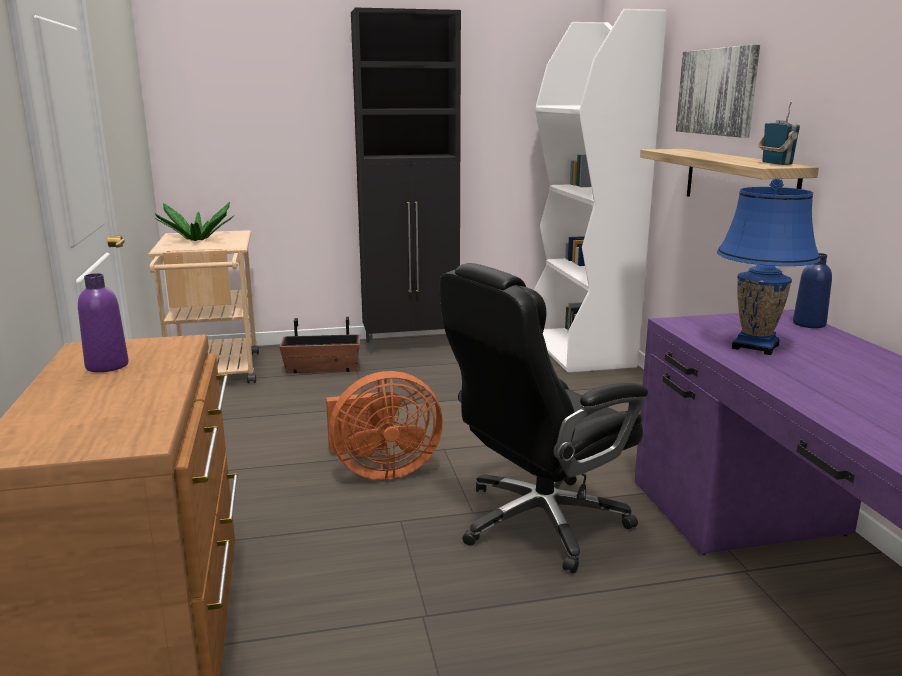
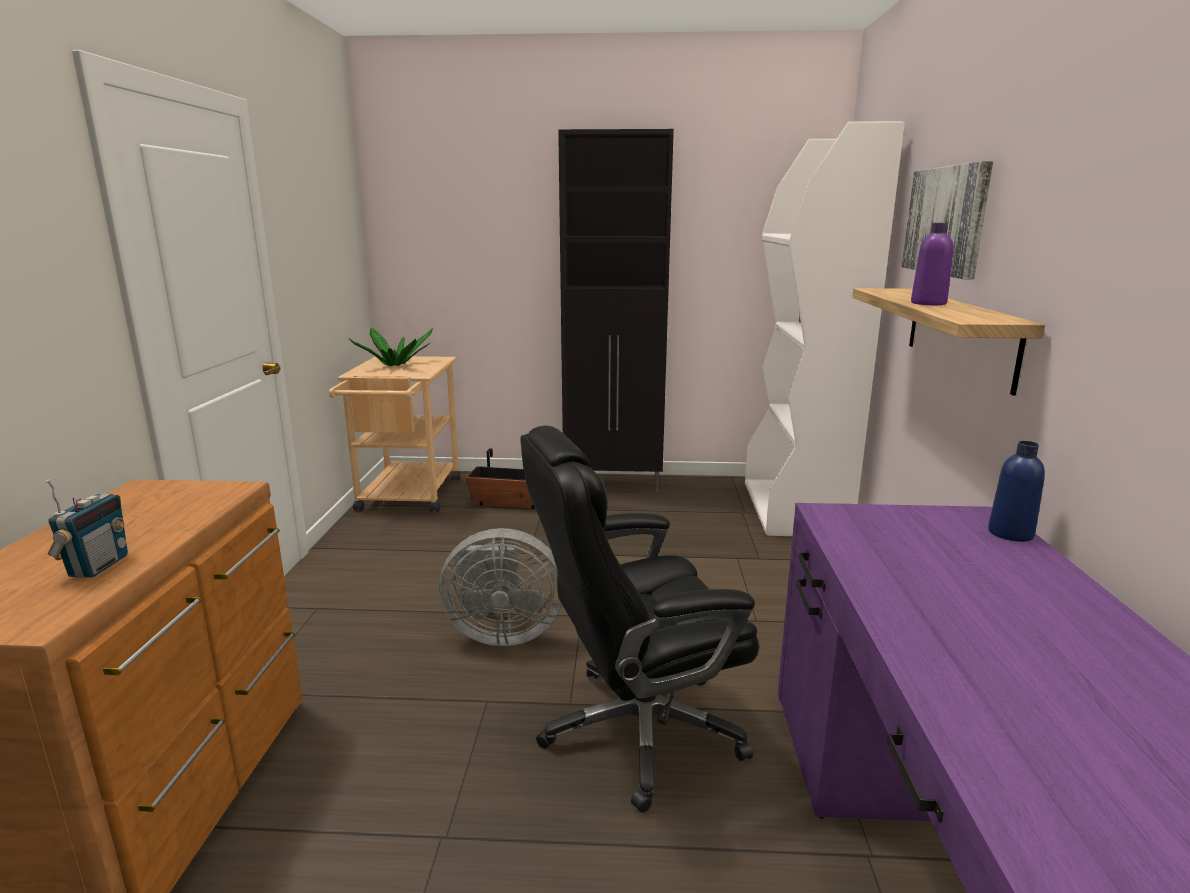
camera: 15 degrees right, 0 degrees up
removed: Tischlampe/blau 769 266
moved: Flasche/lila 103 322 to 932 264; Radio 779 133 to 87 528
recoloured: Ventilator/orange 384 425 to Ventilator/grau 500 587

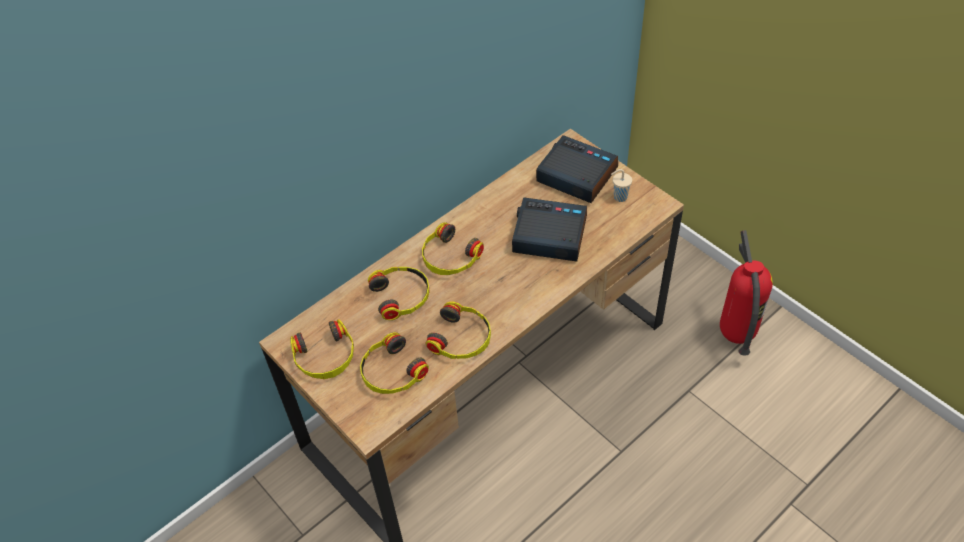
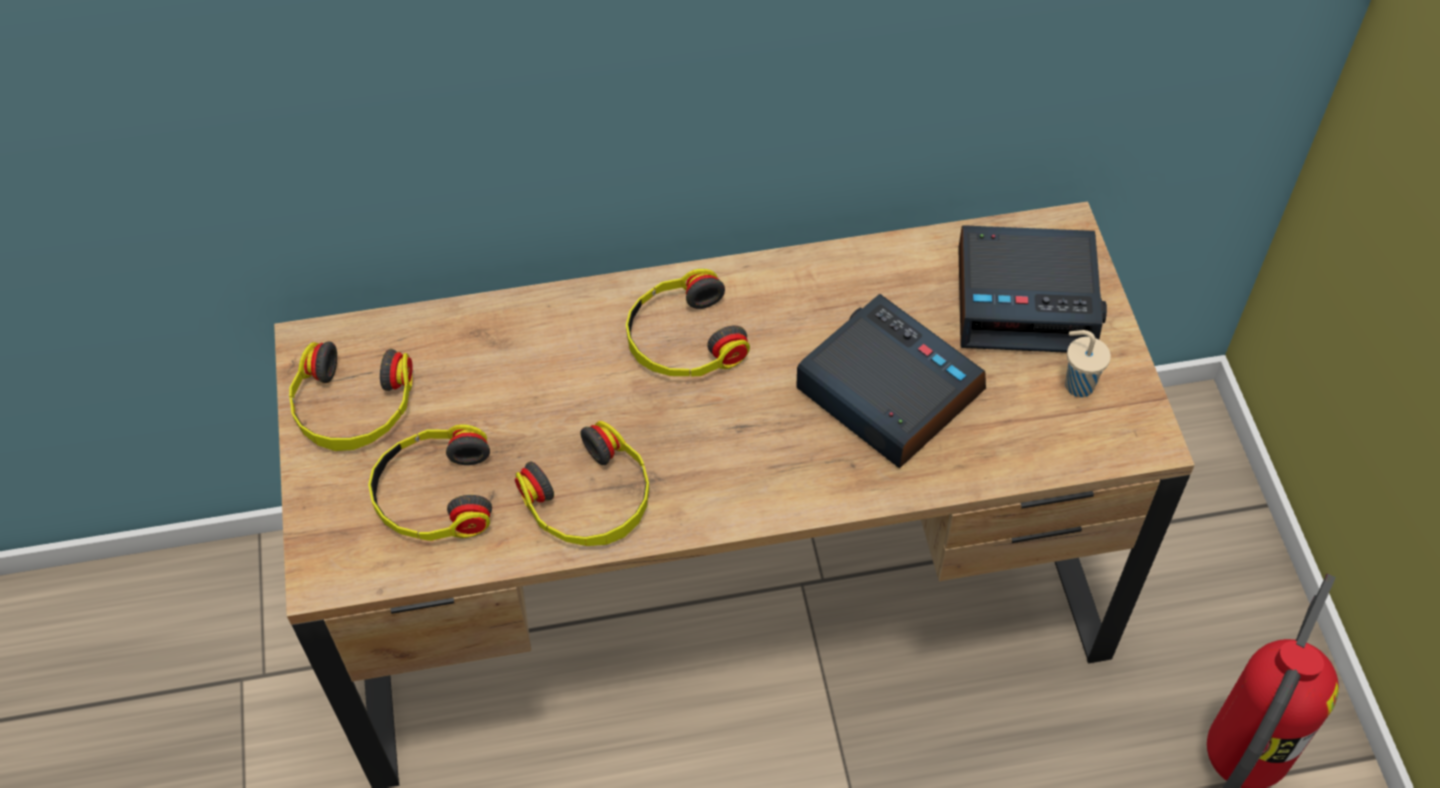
camera: 30 degrees right, 5 degrees up
removed: Kopfhörer 399 293
turned: Wecker 577 169 = 1032 289 120 degrees clockwise

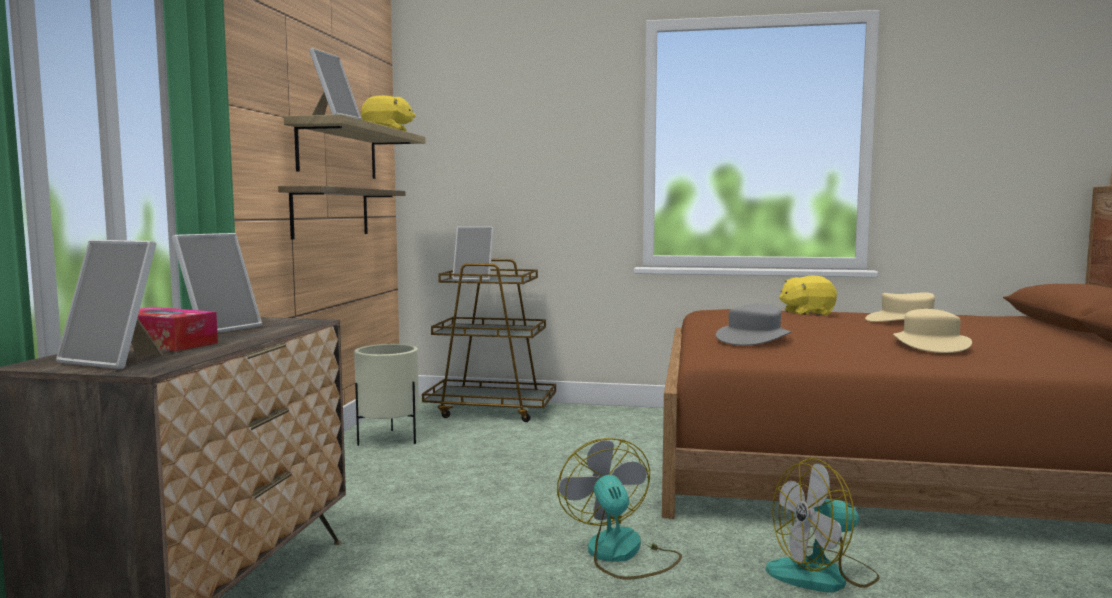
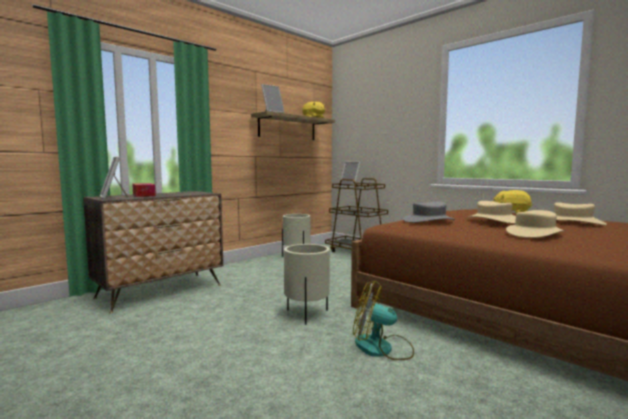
camera: 35 degrees right, 0 degrees up
removed: Bilderrahmen 217 283; Wandregal 341 213
added: Hut/beige 492 212
replaced: Ventilator 619 508 to Pflanzkübel/beige 307 284

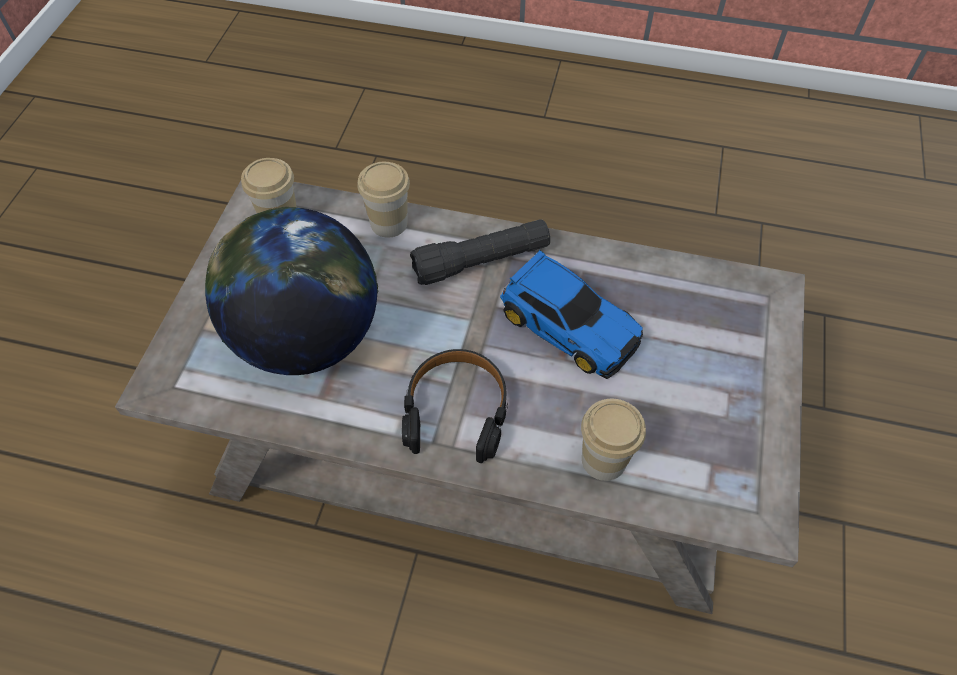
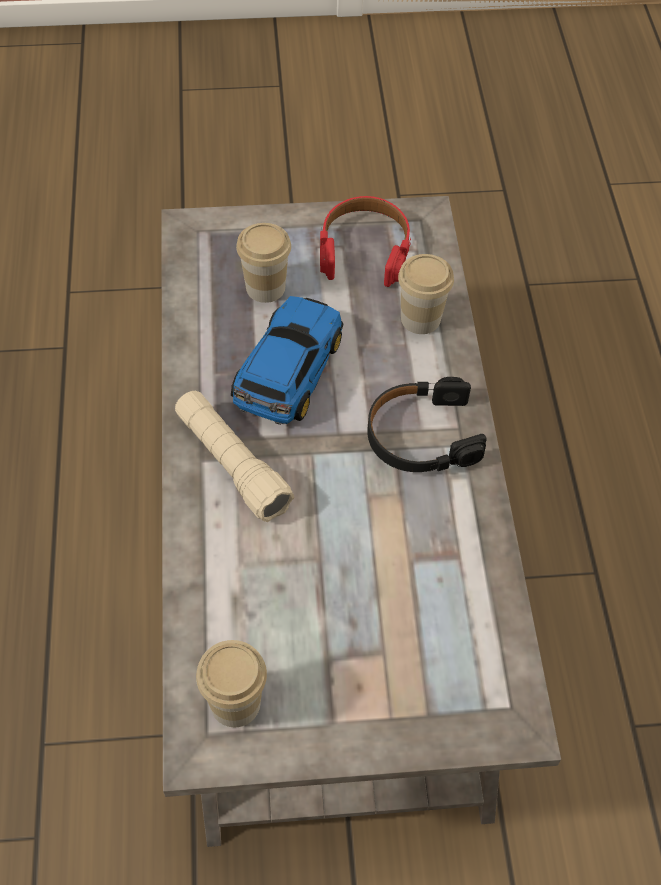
camera: 110 degrees left, 0 degrees up
removed: Globus 291 291
added: Kopfhörer/rot 365 241
moved: Tasse 383 200 to 263 263
recoloured: Taschenlampe/schwarz 480 252 to Taschenlampe/beige 234 456

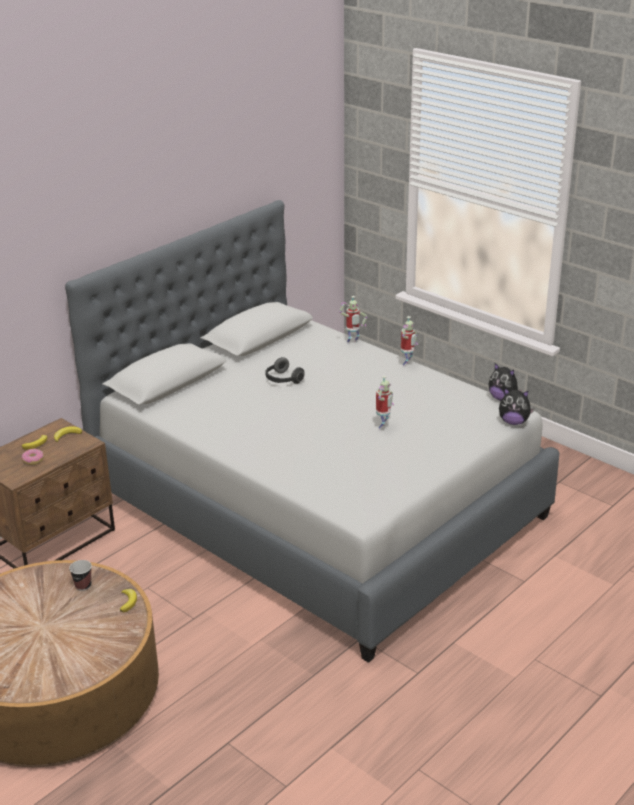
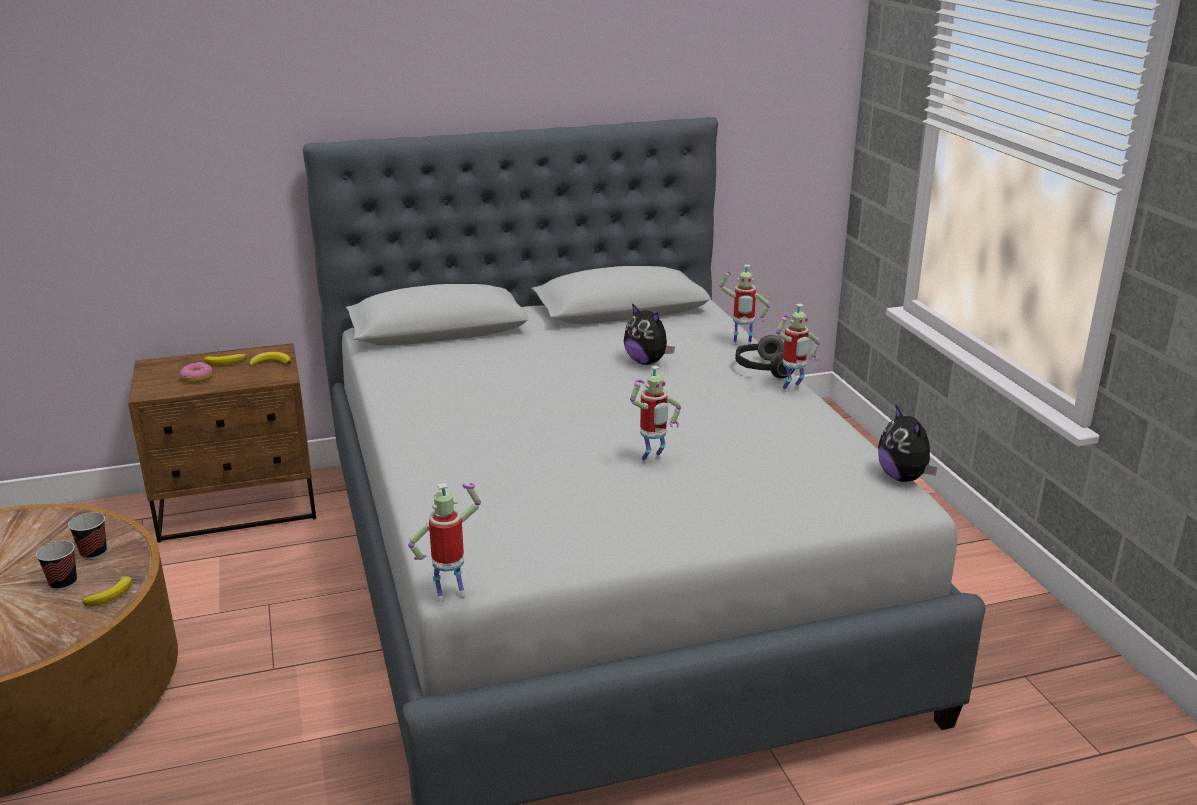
camera: 30 degrees right, 5 degrees down
added: Tasse 56 565; Spielzeugroboter 444 542
moved: Kopfhörer 285 370 to 765 356; Plüschtier 516 406 to 649 334

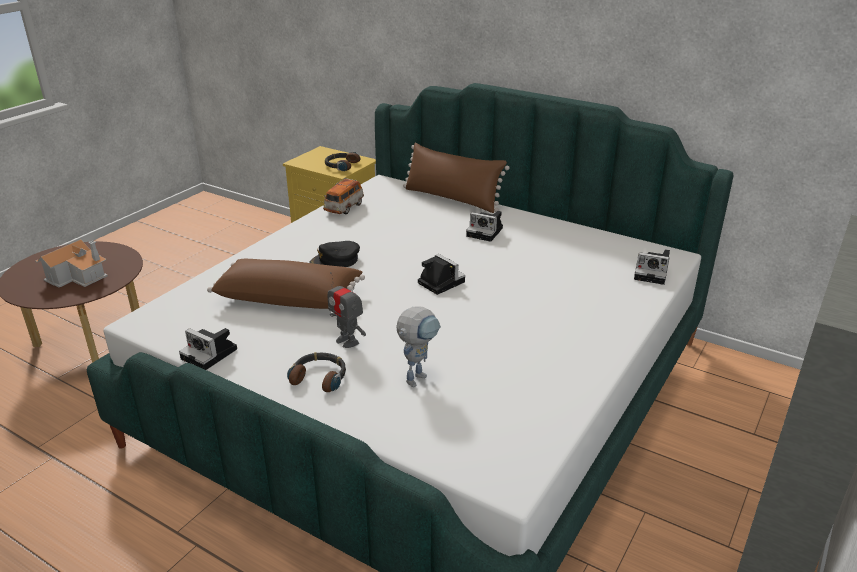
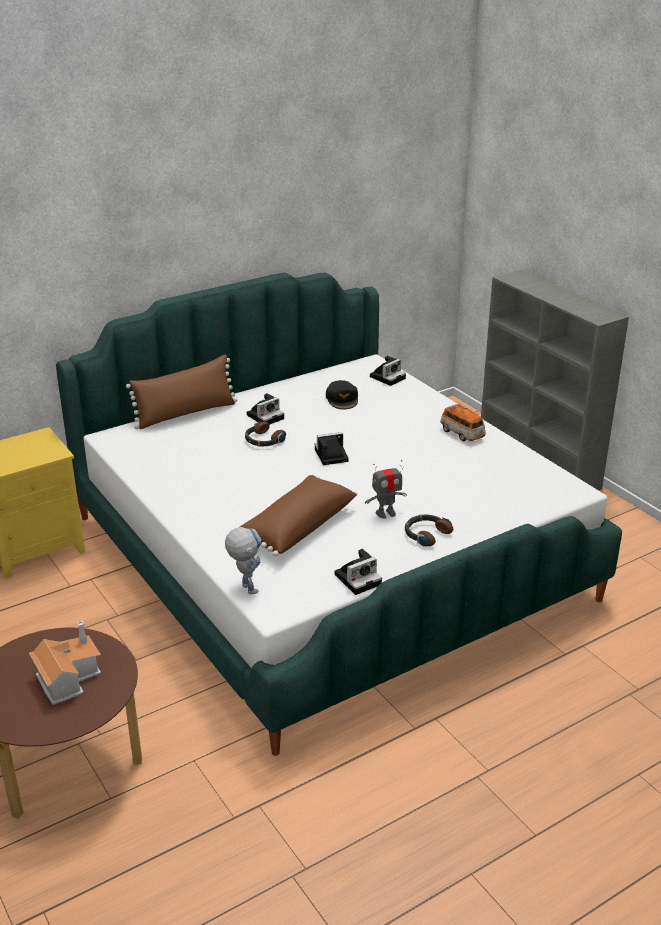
camera: 65 degrees left, 0 degrees up
moved: Kappe/schwarz 334 254 to 342 395; Spielzeugauto 343 196 to 463 422; Kopfhörer 342 162 to 265 434; Spielzeugroboter 418 346 to 243 560

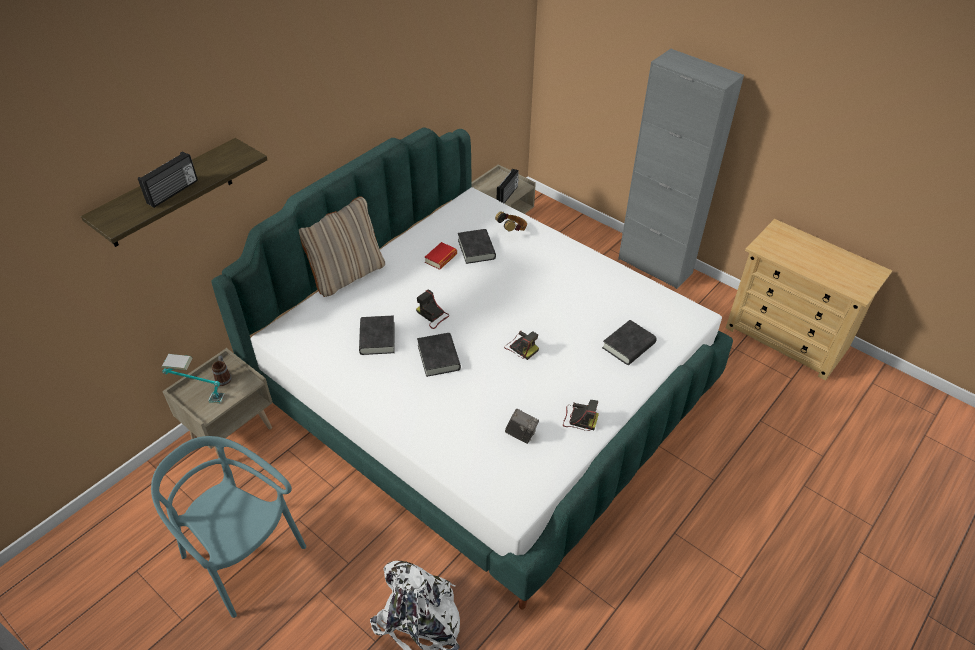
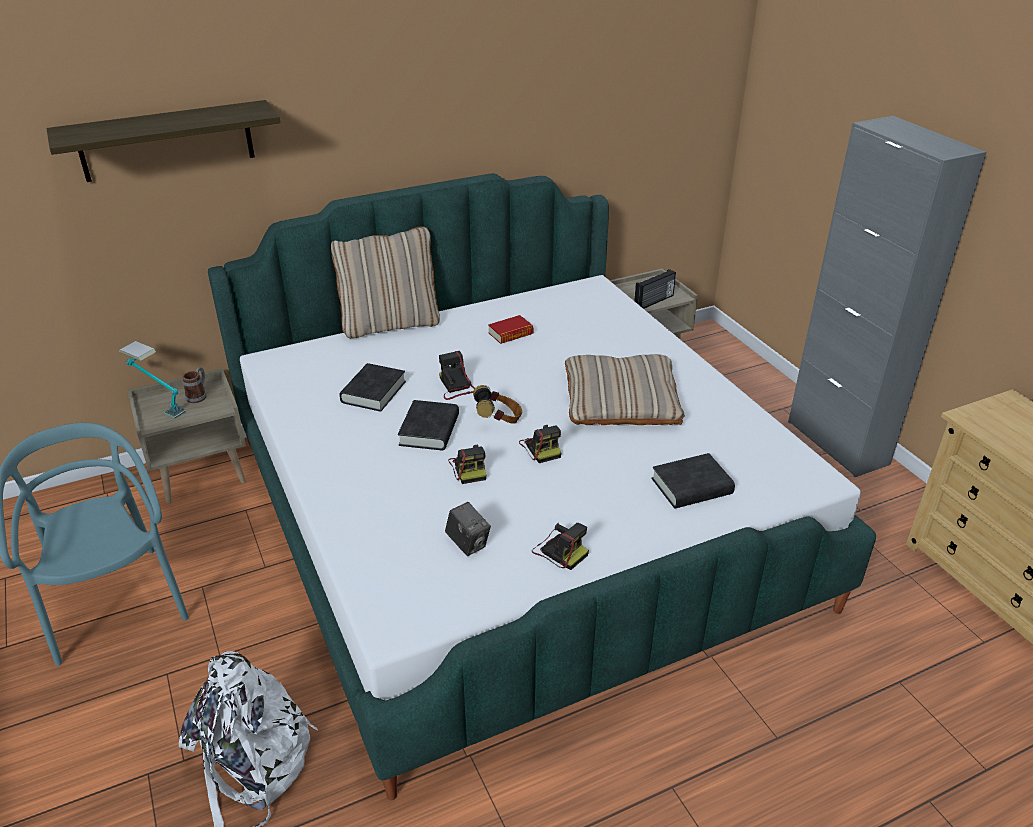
camera: 25 degrees right, 10 degrees down
removed: Radio 168 179; Buch/schwarz 477 246
added: Kamera 467 464; Kissen/beige 625 389
moved: Kopfhörer 511 221 to 497 404

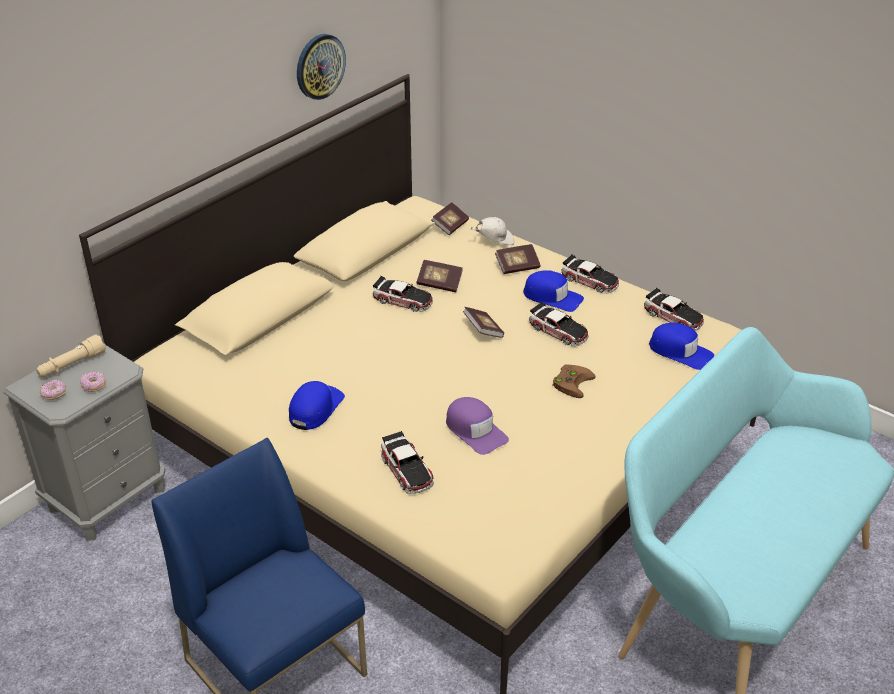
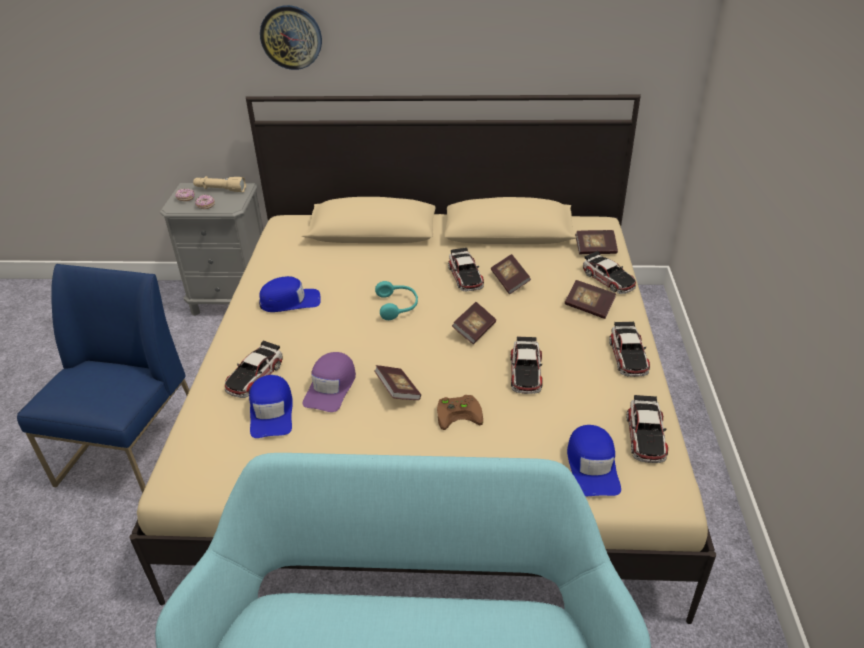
camera: 55 degrees right, 0 degrees up
added: Buch 397 382; Kopfhörer/türkis 396 300
moved: Wanduhr 321 67 to 291 37; Kappe/blau 553 291 to 271 406
replaced: Kappe/weiß 492 231 to Spielzeugauto 609 272

